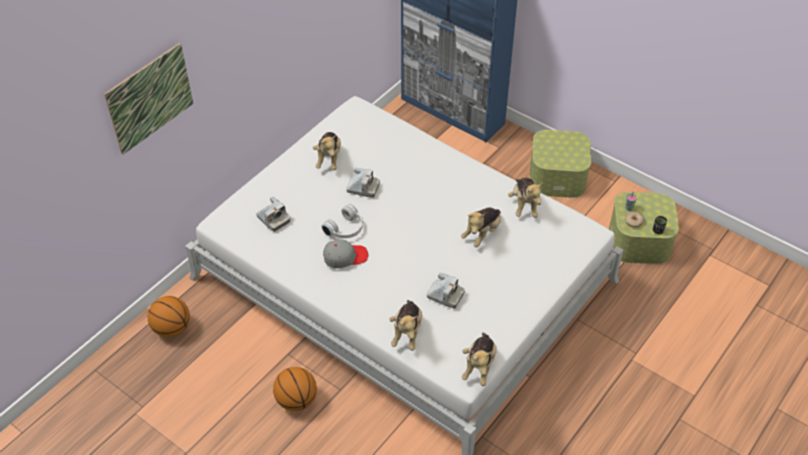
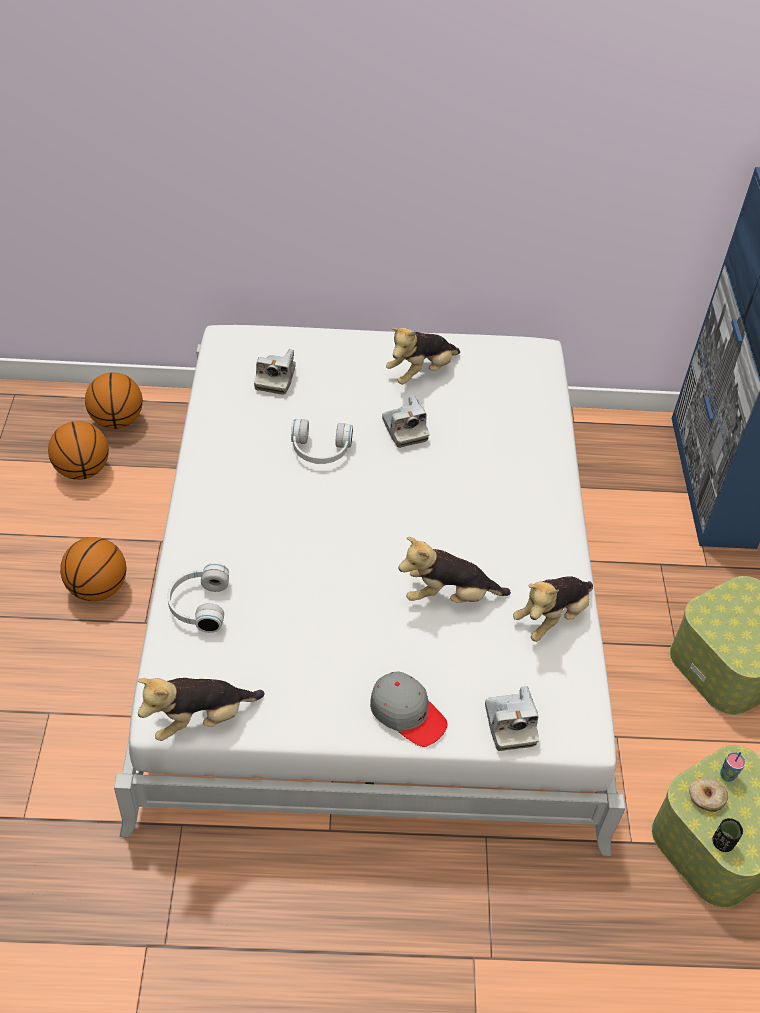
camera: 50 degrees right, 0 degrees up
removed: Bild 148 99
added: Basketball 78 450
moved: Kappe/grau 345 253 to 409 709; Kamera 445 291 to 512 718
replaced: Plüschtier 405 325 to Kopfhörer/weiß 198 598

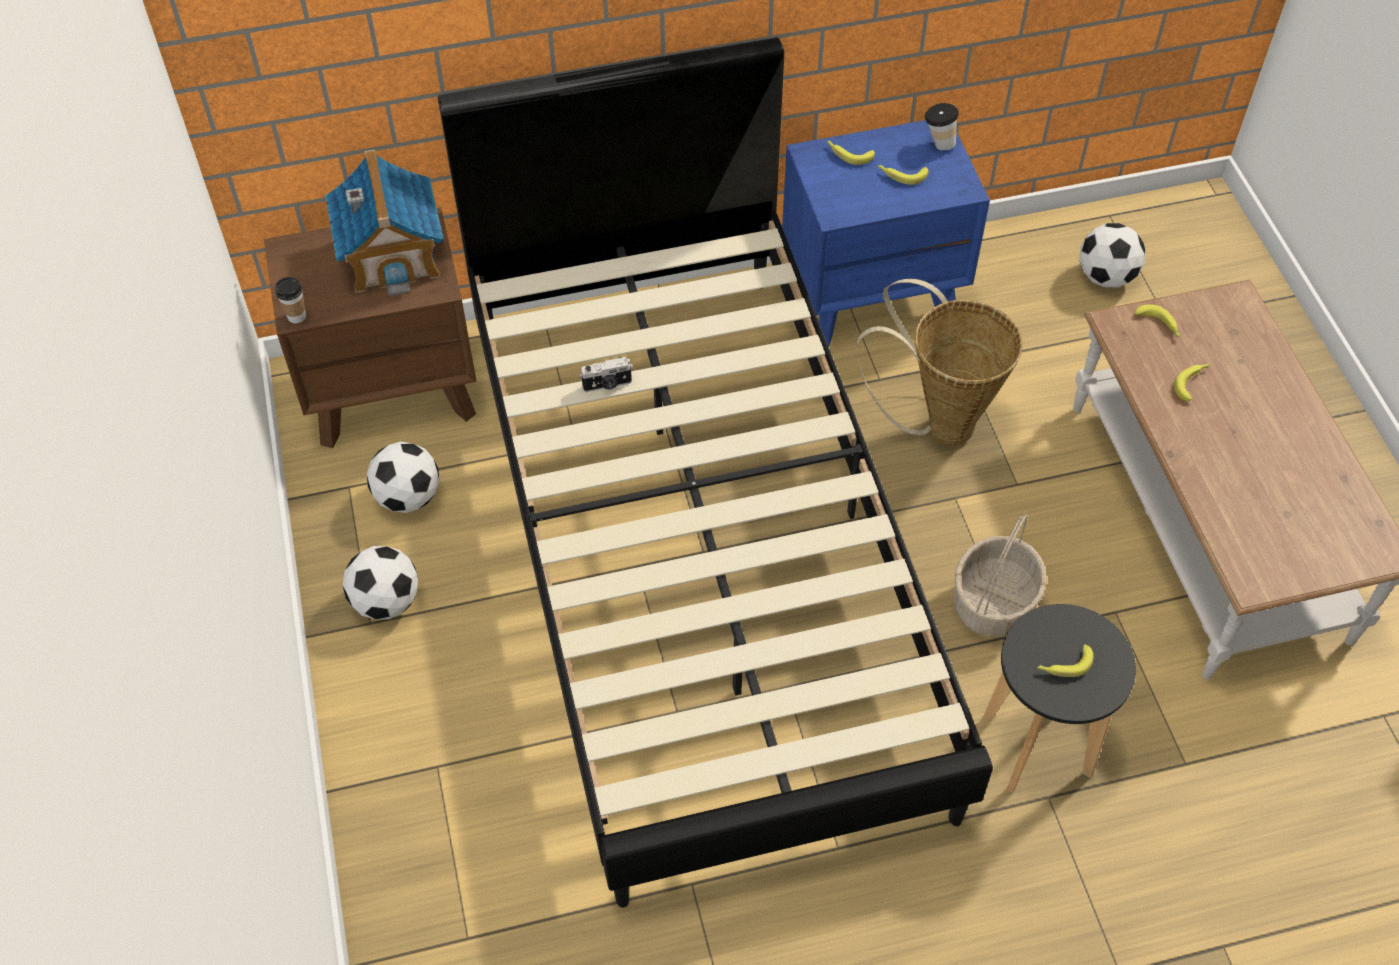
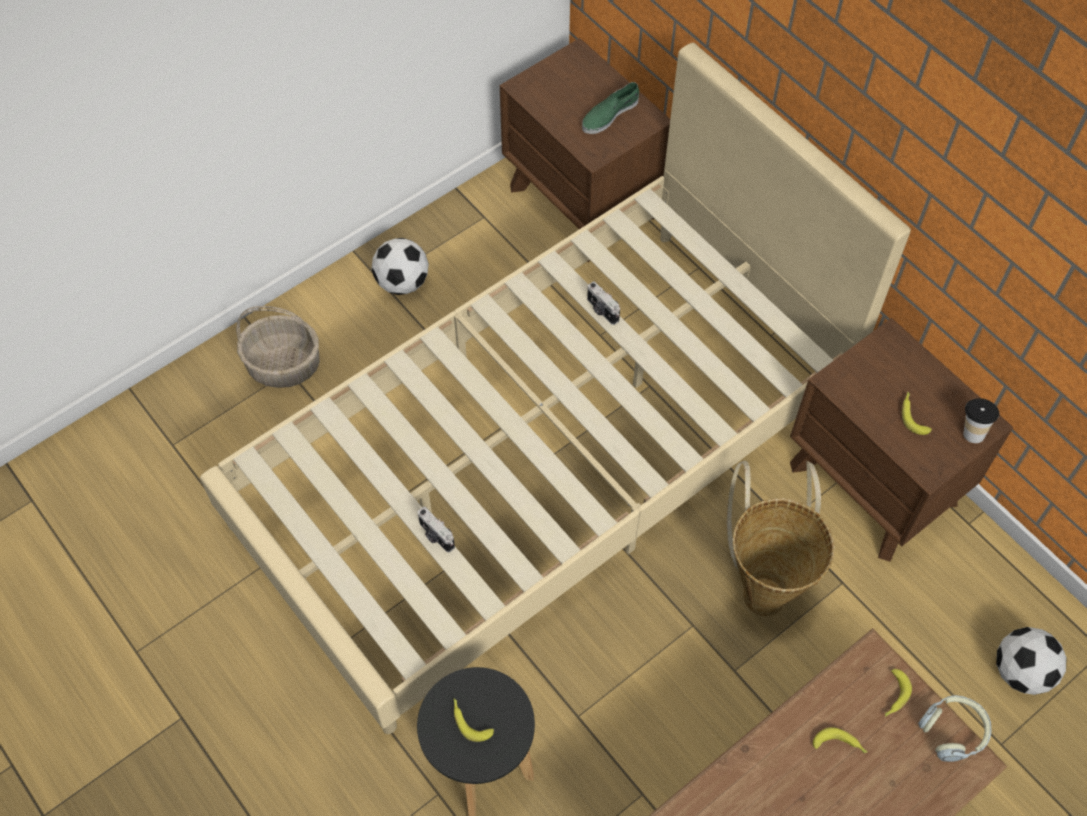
camera: 65 degrees right, 5 degrees up
removed: Tasse 290 300; Fußball 403 477; Banane 851 153
added: Kamera 436 529; Kopfhörer 955 728
moved: Korb 1000 576 to 278 347
replaced: Spielzeughaus 384 222 to Schuh/grün 610 108
recoloured: Bett/schwarz 715 472 to Bett/beige 555 388; Nachttisch/blau 886 233 to Nachttisch/braun 901 440

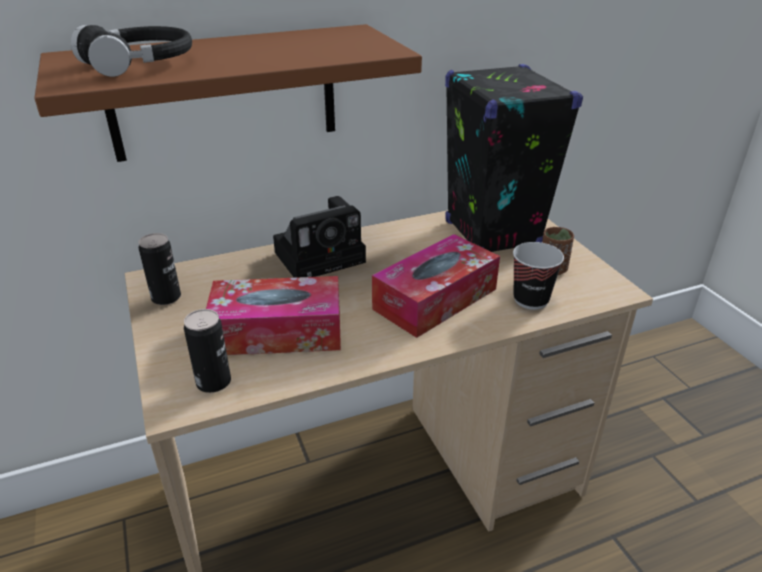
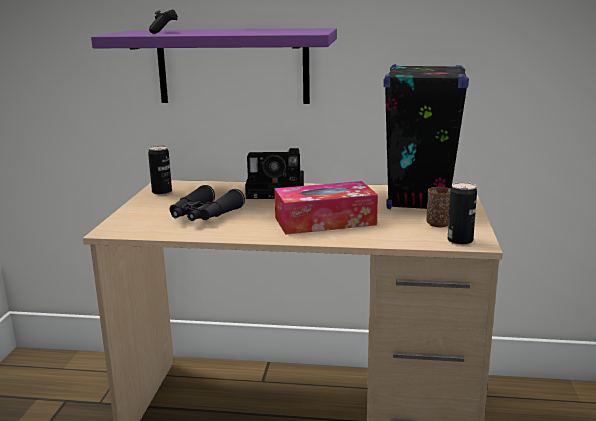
camera: 30 degrees right, 15 degrees down
removed: Tasse 538 276
moved: Dose 207 351 to 462 213
replaced: Kopfhörer/schwarz 131 51 to Gamepad/schwarz 163 21; Taschentuchbox 273 315 to Fernglas/schwarz 207 203
recoloured: Wandregal/braun 228 93 to Wandregal/lila 214 66

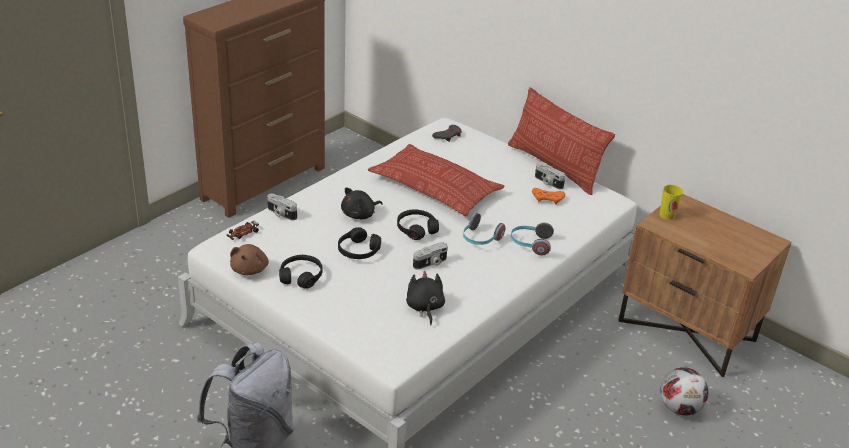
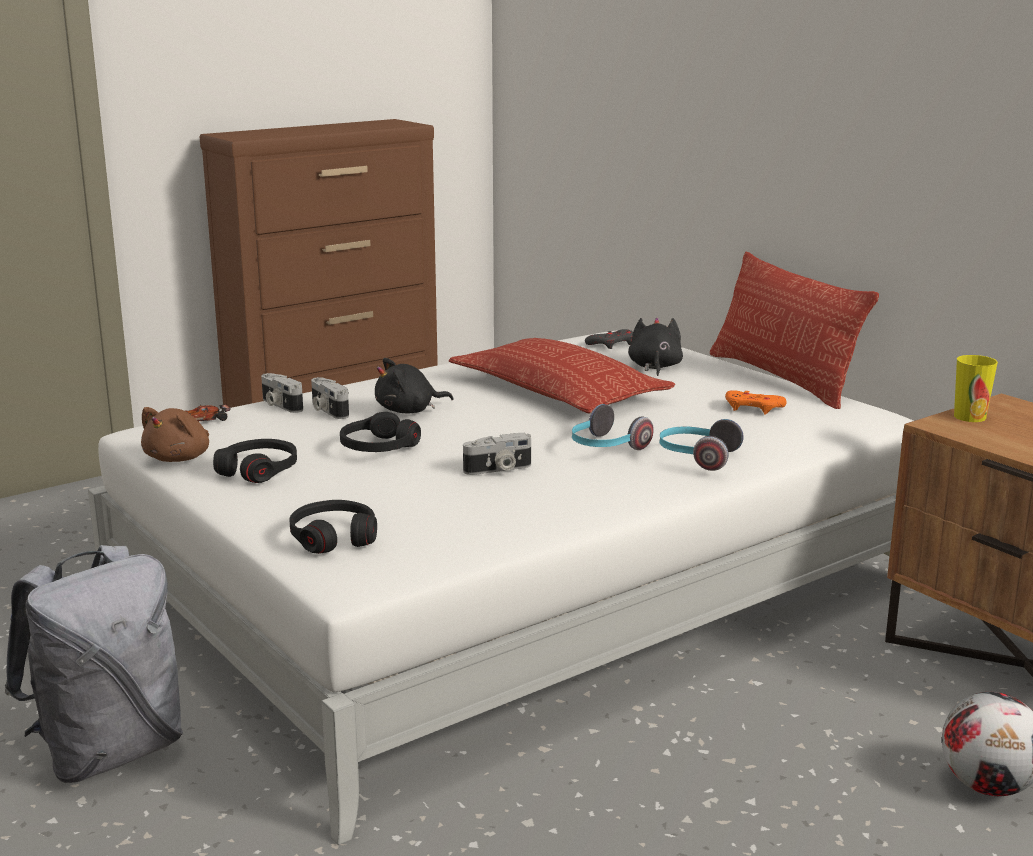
camera: 15 degrees right, 15 degrees down
moved: Kopfhörer/schwarz 418 224 to 333 527; Plüschtier/schwarz 425 298 to 655 347; Kamera 550 176 to 330 398

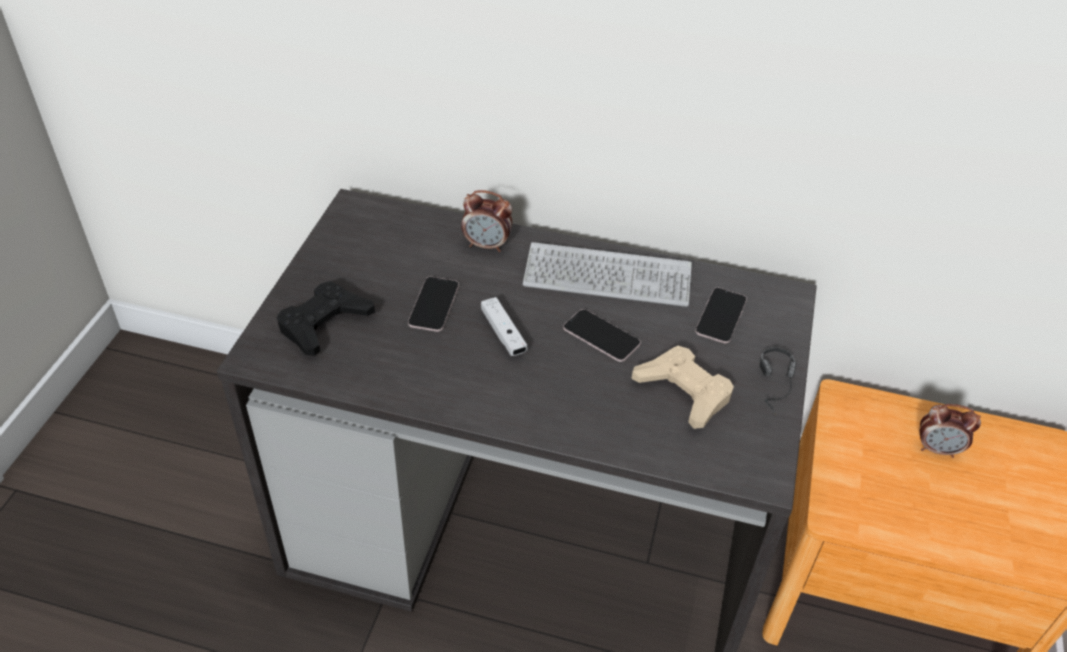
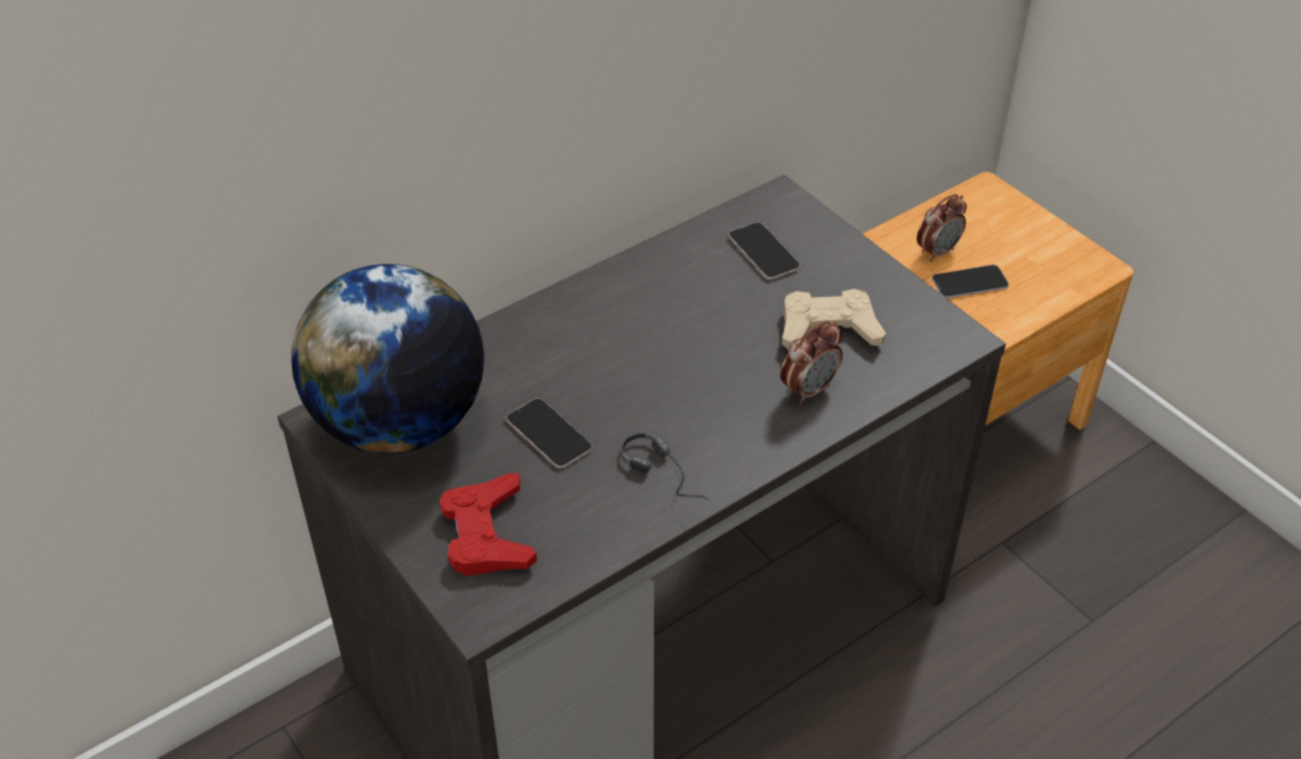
camera: 50 degrees left, 0 degrees up
removed: Gamepad/weiß 504 326; Tastatur 607 274
added: Globus 388 359
moved: Wecker 486 221 to 812 362; Handy 602 335 to 970 282; Kopfhörer 778 381 to 665 466
recoloured: Gamepad/schwarz 326 318 to Gamepad/rot 488 524

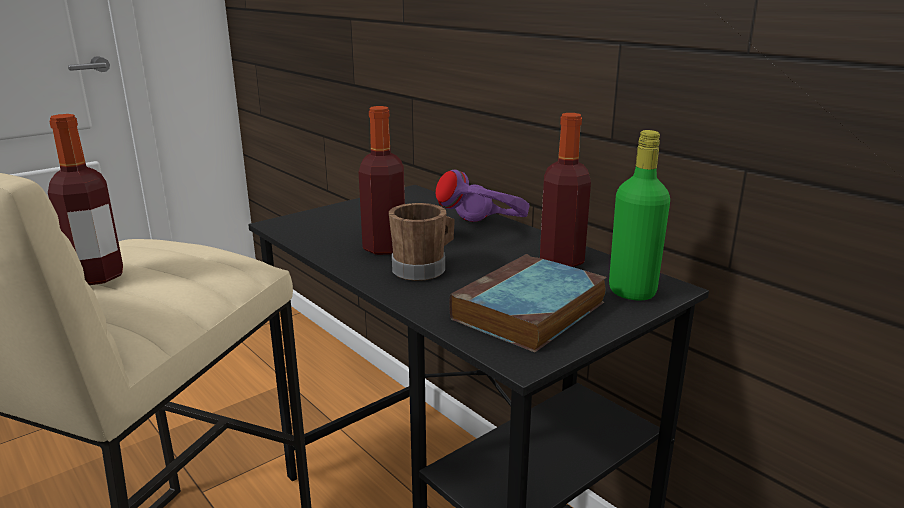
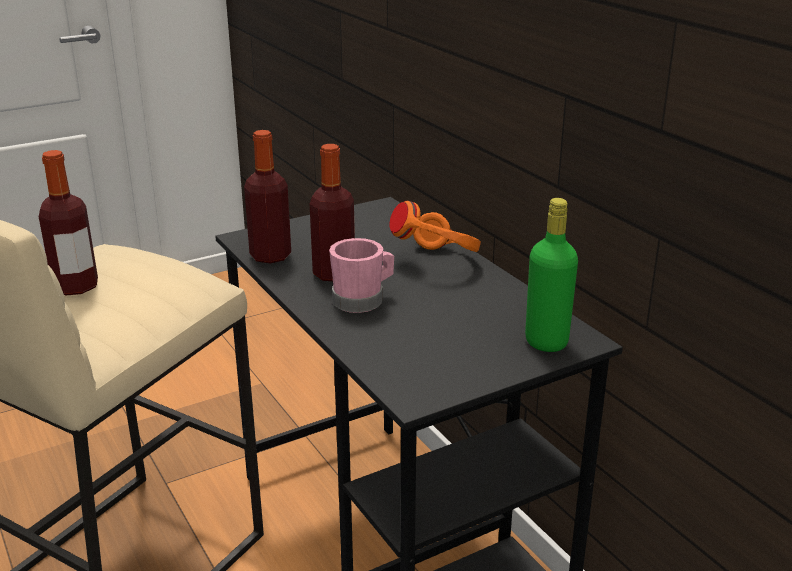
camera: 10 degrees right, 5 degrees up
removed: Buch 528 303
moved: Flasche 565 190 to 267 196
recoloured: Henkelbecher/braun 422 242 to Henkelbecher/rosa 361 275; Kopfhörer/lila 483 196 to Kopfhörer/orange 435 226

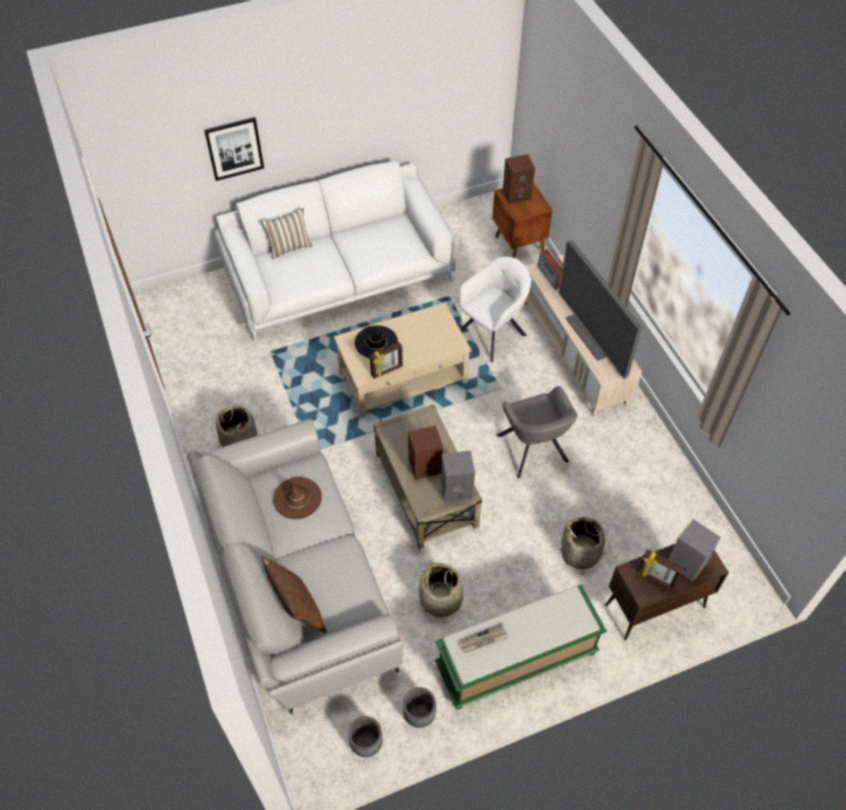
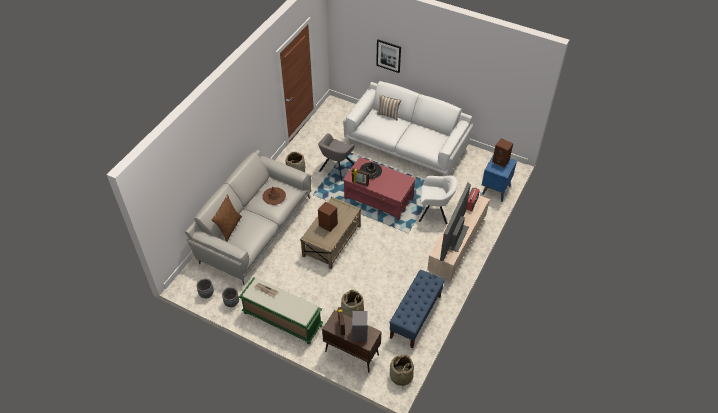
camera: 50 degrees right, 5 degrees down
removed: Lautsprecher/grau 458 476
added: Bank/blau 417 309
moved: Korb 441 590 to 402 370; Sessel/grau 537 432 to 336 157
recoloured: Couchtisch/beige 402 360 to Couchtisch/rot 379 188; Nachttisch/braun 522 220 to Nachttisch/blau 499 178

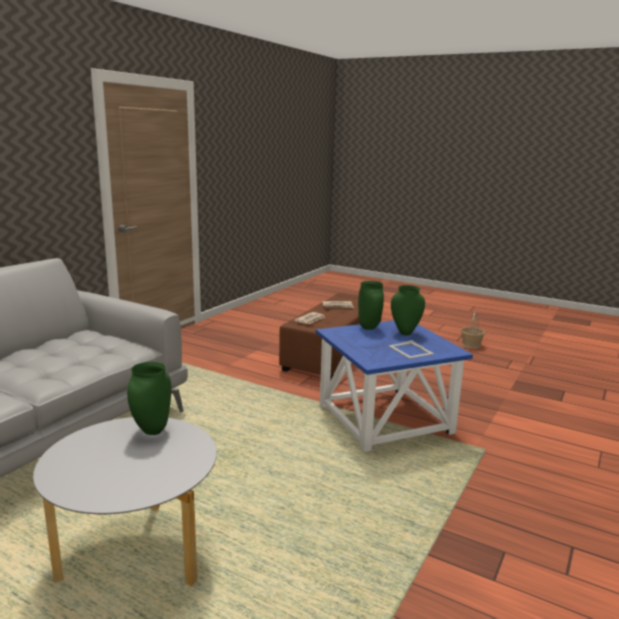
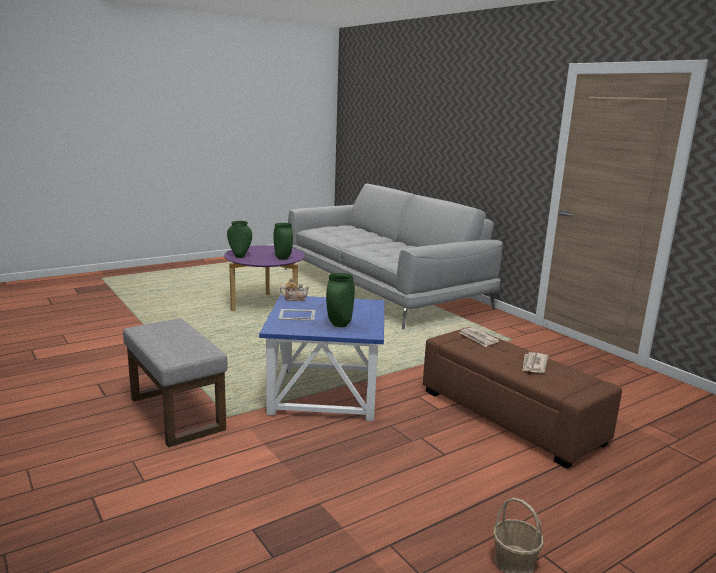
camera: 115 degrees right, 0 degrees up
added: Polsterhocker/grau 175 383; Teekanne 294 289
moved: Vase/grün 371 305 to 239 239
recoloured: Couchtisch/grau 125 501 to Couchtisch/lila 264 278

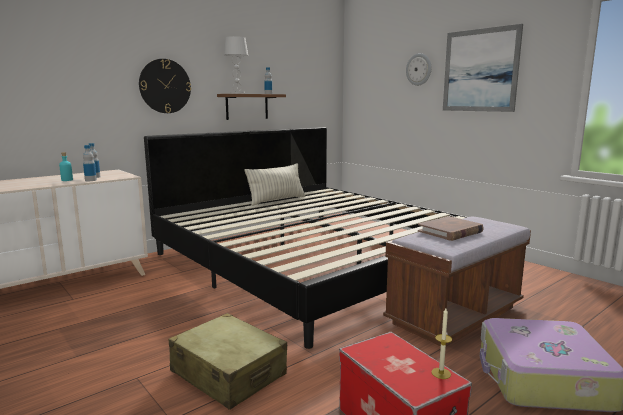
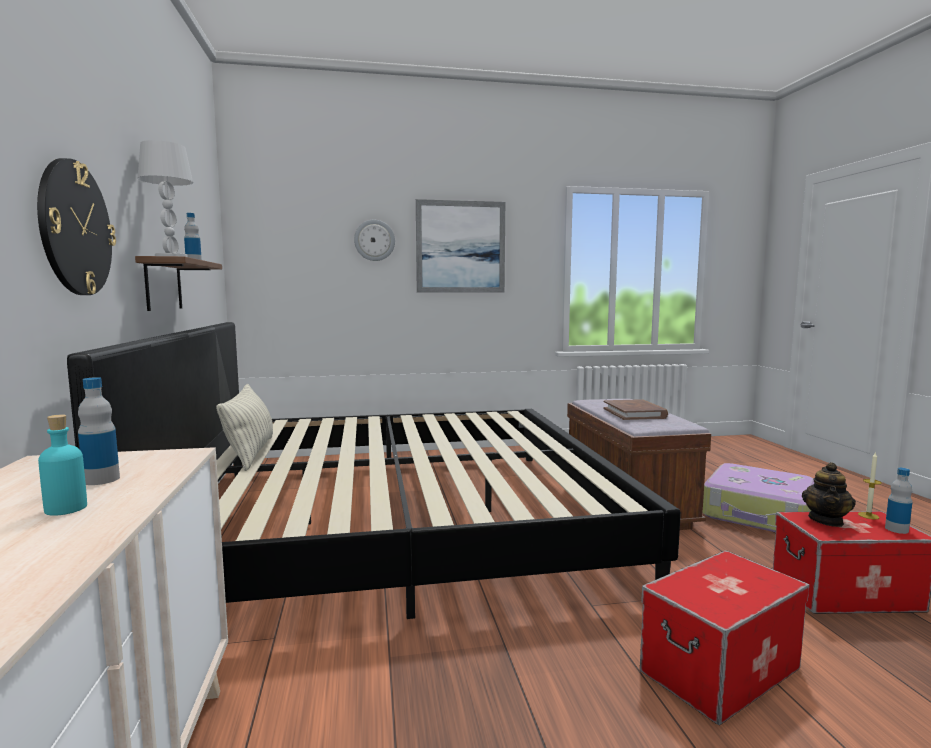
camera: 60 degrees left, 5 degrees down
added: Teekanne 829 494
moved: Flasche 90 163 to 899 501
replaced: Koffer/beige 228 361 to Aufbewahrungsbox 724 637

